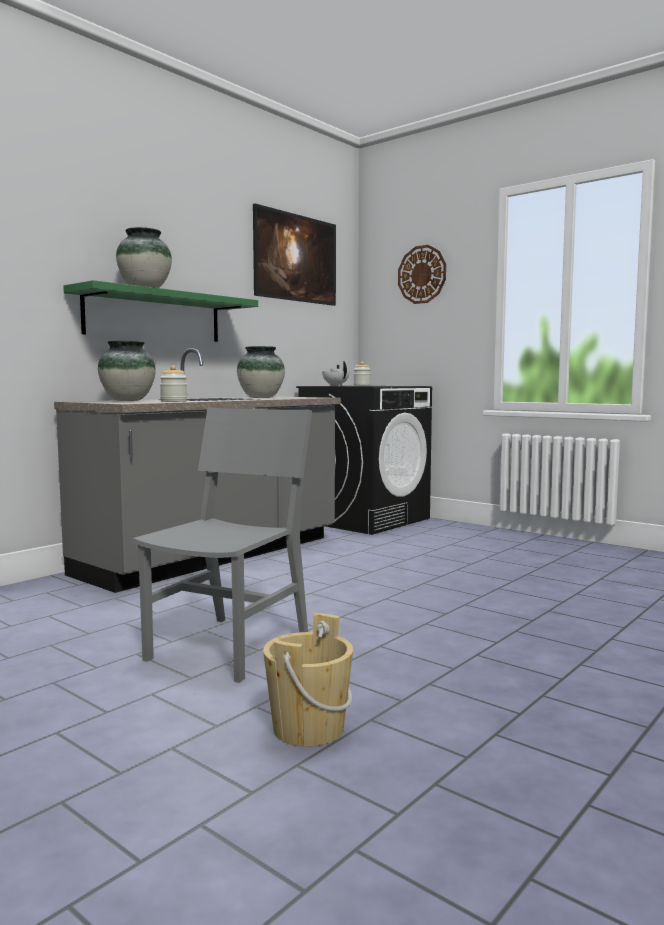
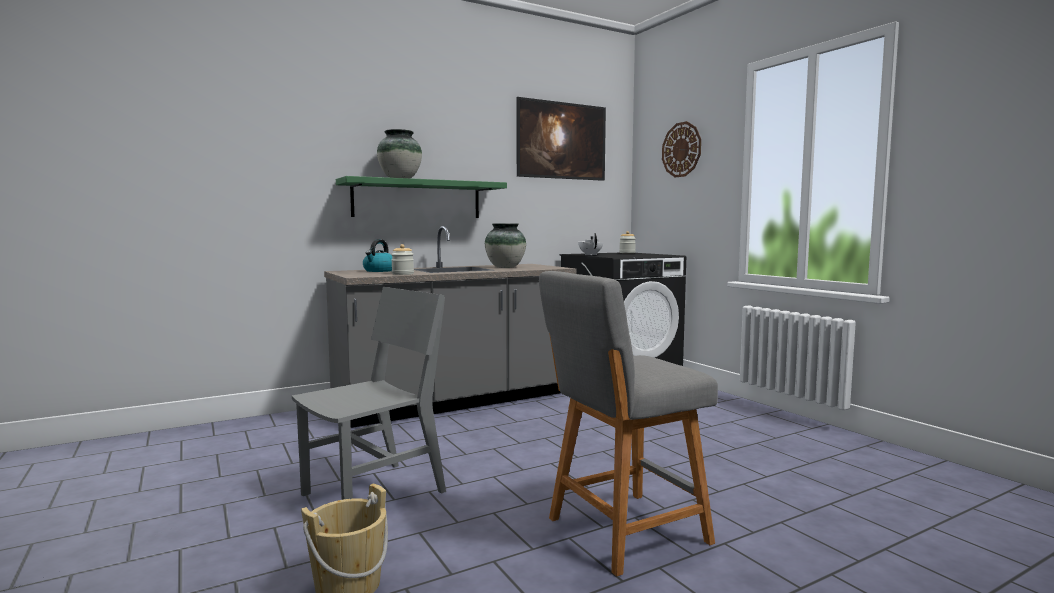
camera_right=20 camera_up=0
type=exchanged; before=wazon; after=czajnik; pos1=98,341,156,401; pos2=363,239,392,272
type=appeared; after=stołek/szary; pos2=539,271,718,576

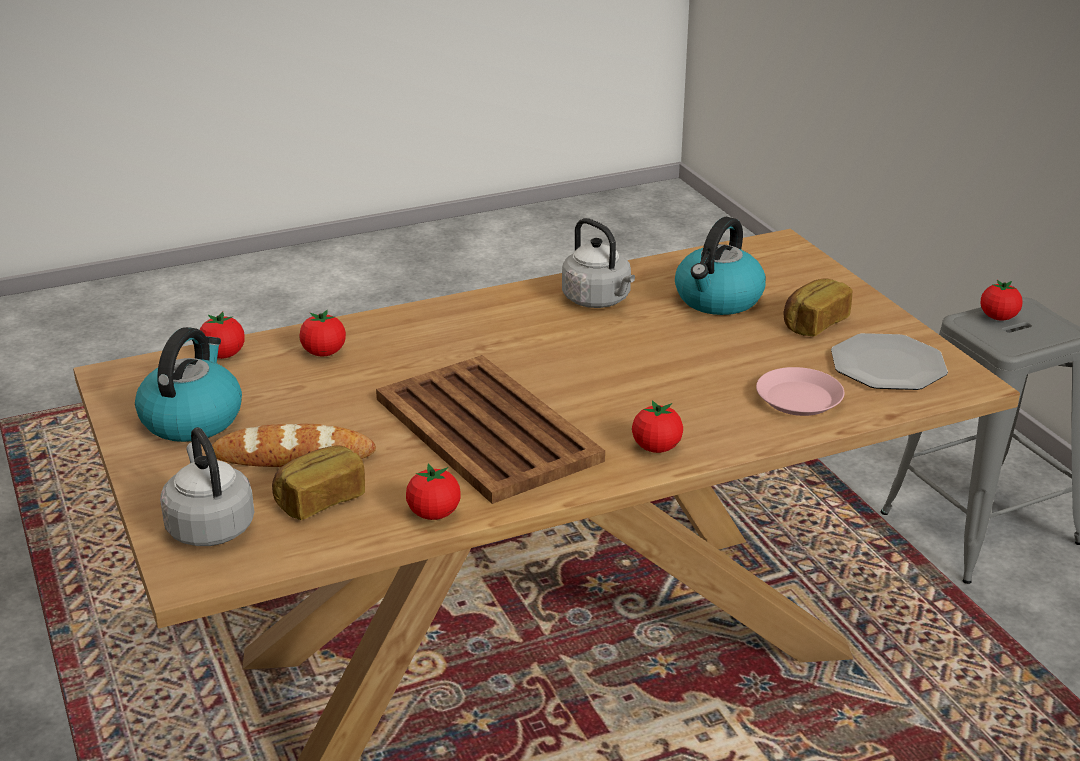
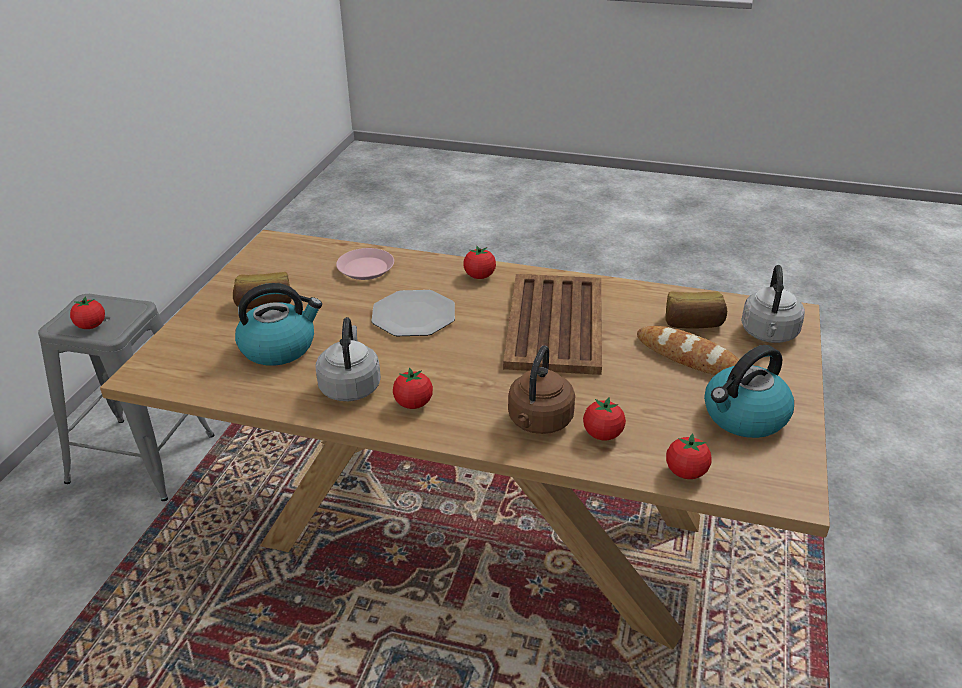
camera_right=-140 camera_up=5
type=relocated; before=talerz; pos1=831,333,948,390; pos2=371,290,455,336
type=relocated; before=pomidor; pos1=406,463,461,520; pos2=393,367,433,409
type=appeared; after=czajnik/brązowy; pos2=508,346,575,434

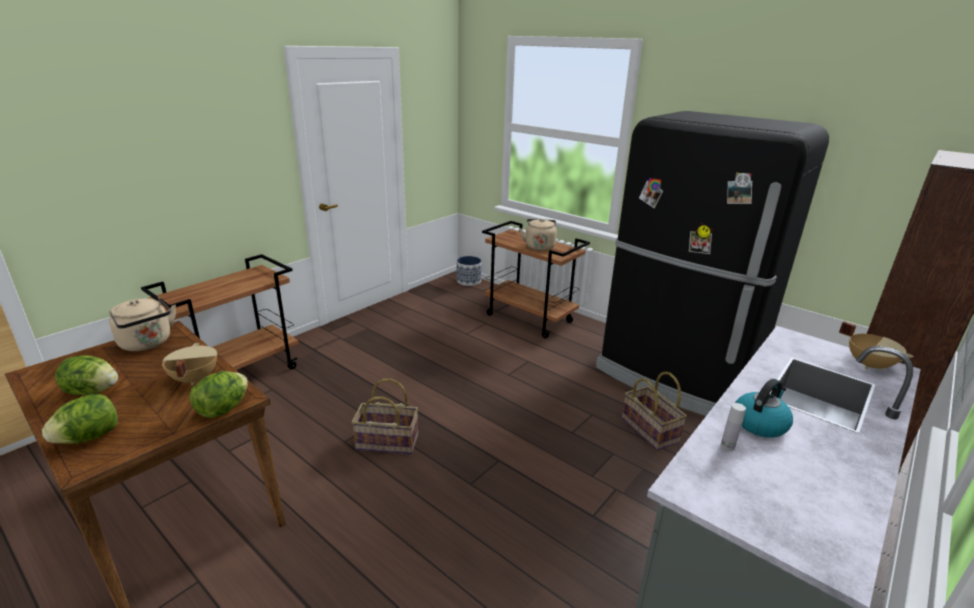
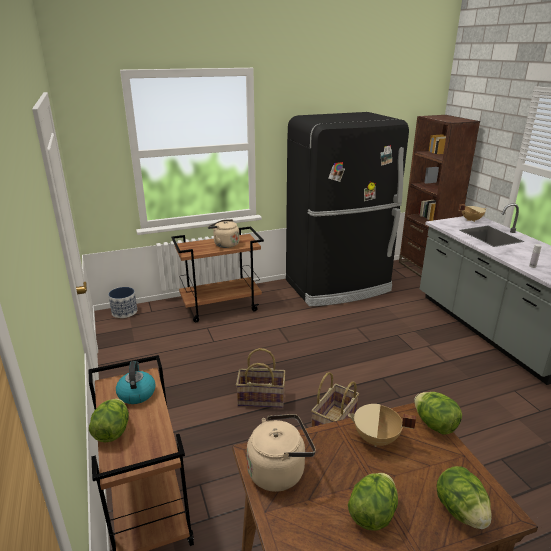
camera_right=-60 camera_up=0
type=relocated; before=koszyk; pos1=622,372,687,450; pos2=236,348,285,408
type=relocated; before=czajnik; pos1=735,379,793,438; pos2=116,361,156,404
type=appeared; after=sałata; pos2=89,399,129,442

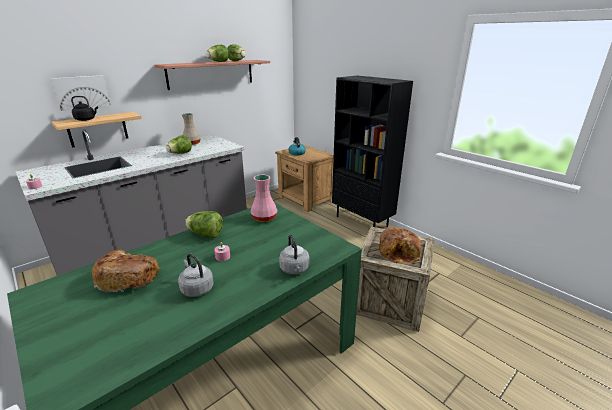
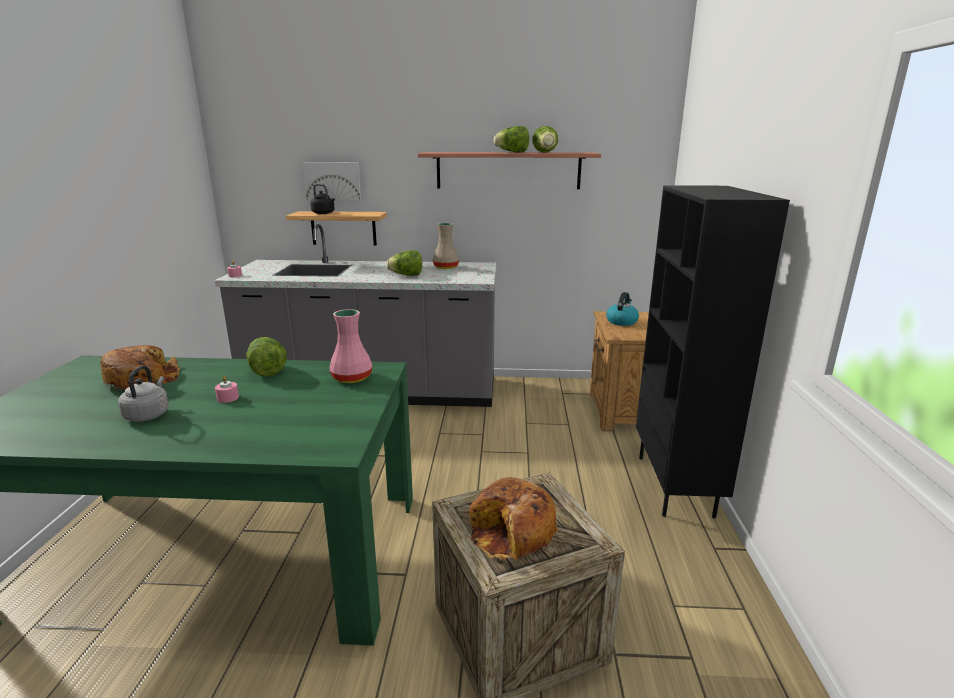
camera_right=45 camera_up=-5
type=missing; before=czajnik/szary; pos1=279,234,309,274

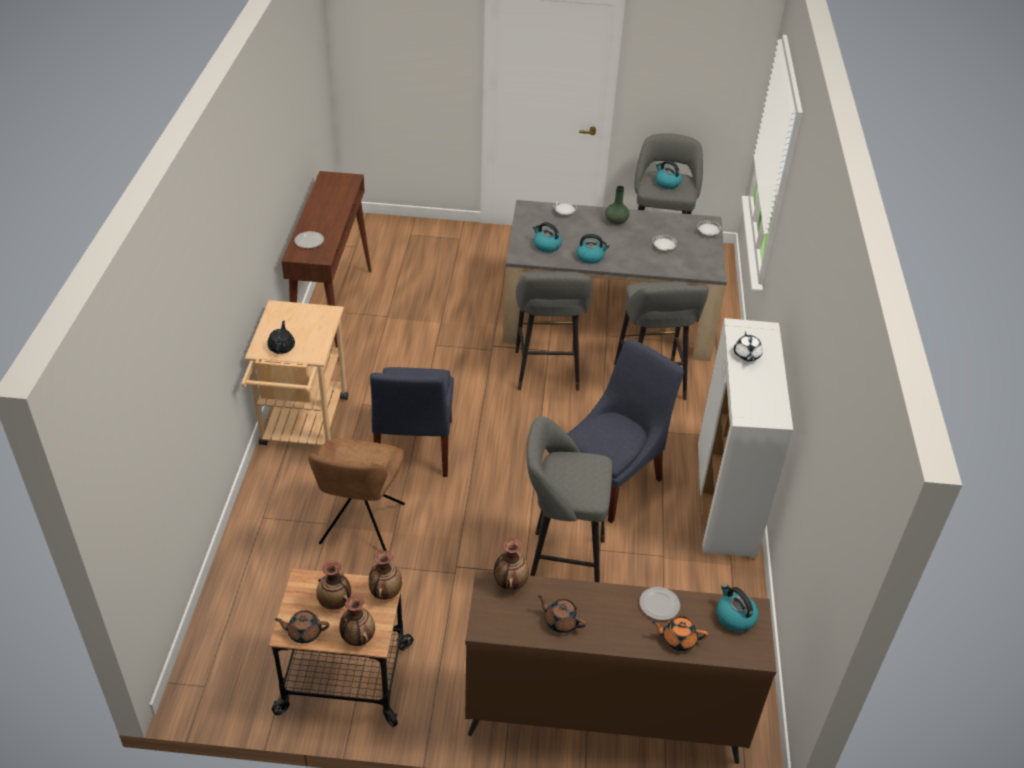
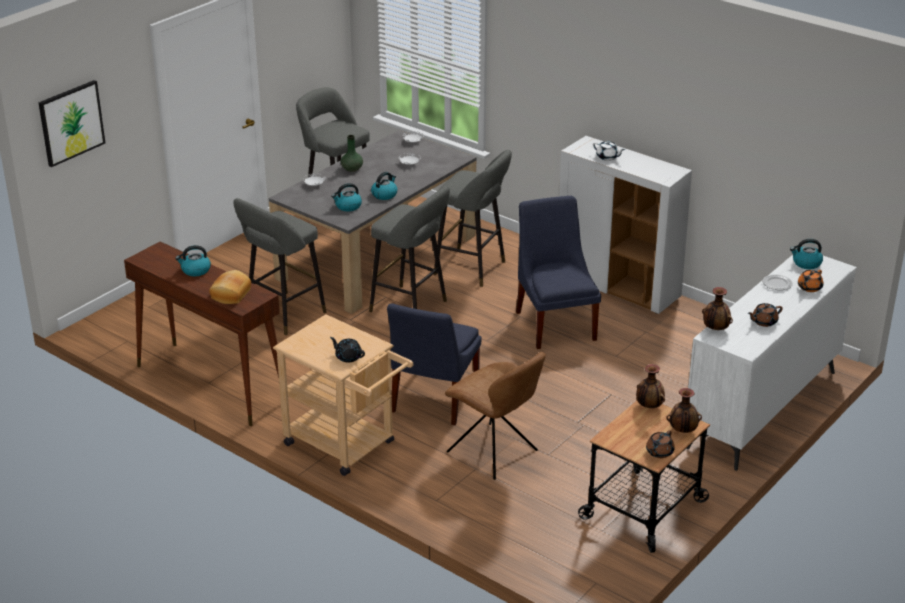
camera_right=-55 camera_up=-10
type=relocated; before=czajnik; pos1=656,160,682,189; pos2=175,245,211,276
type=exchanged; before=talerz; after=chleb; pos1=295,231,324,248; pos2=209,270,251,304
type=spun; before=krzesło/niebieski; pos1=370,367,454,477; pos2=387,303,481,425; turn=75
type=relocated; before=stołek/szary; pos1=526,416,612,582; pos2=233,198,326,335
type=missing; before=wazon; pos1=316,561,351,610
type=colour; before=komoda/brązowy; after=komoda/biały; pos1=465,570,776,764; pos2=686,255,857,471
type=appeared; after=obraz; pos2=39,80,105,167

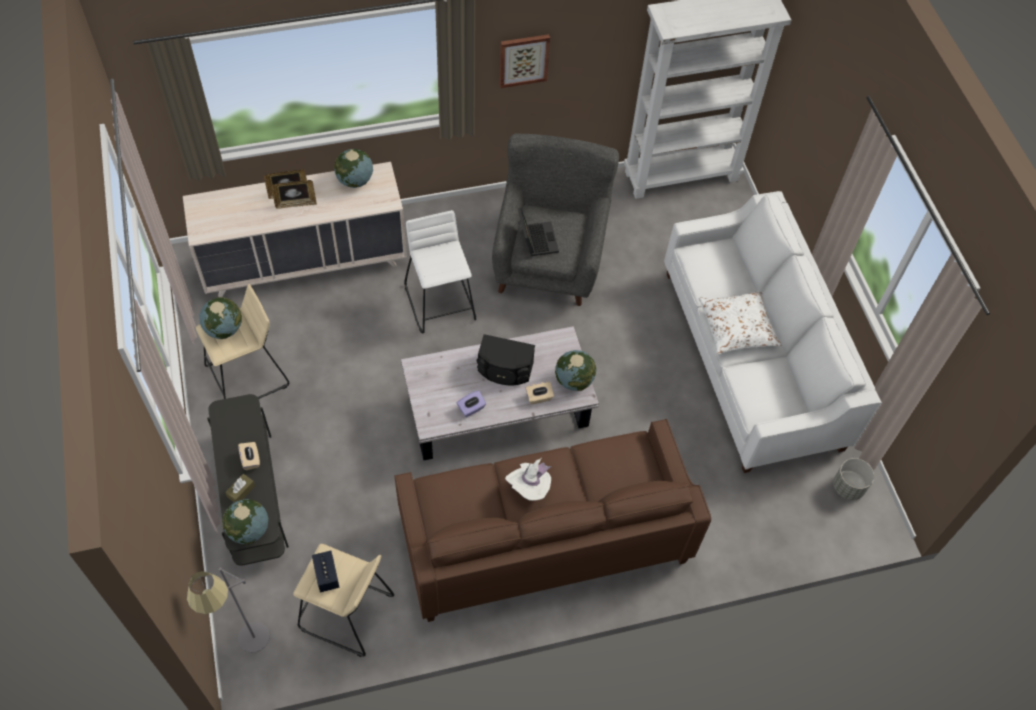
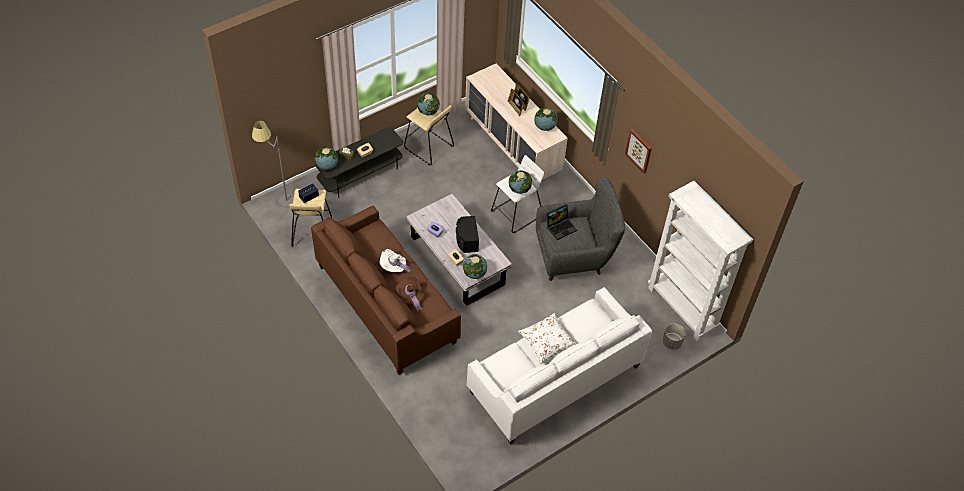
camera_right=70 camera_up=-5
type=relocated; before=donica/szary; pos1=833,458,874,500; pos2=663,324,686,349
type=appeared; after=globus; pos2=509,170,532,194
type=appeared; after=kapelusz/brązowy; pos2=396,276,425,312

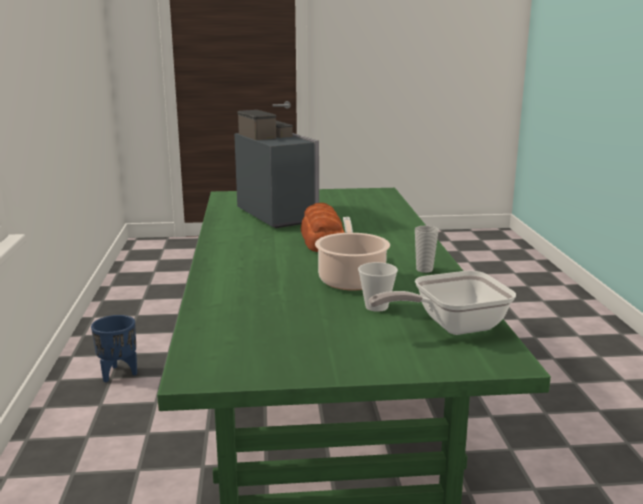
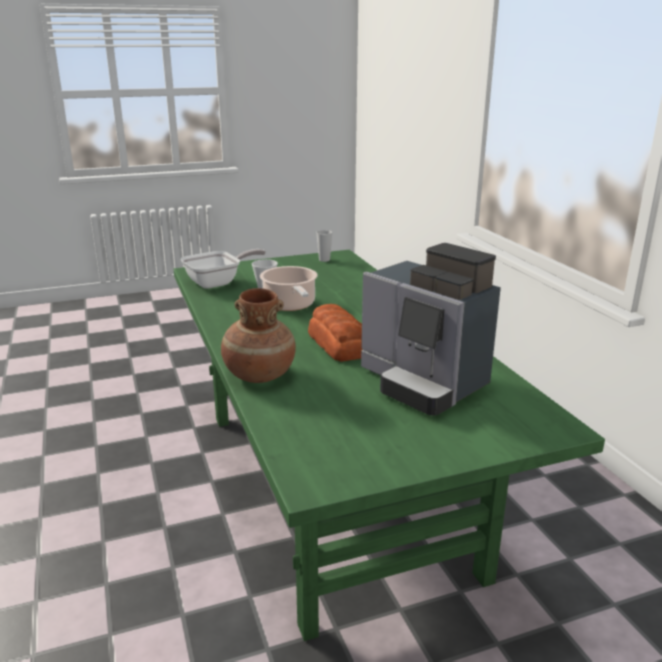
camera_right=165 camera_up=5
type=relocated; before=filiżanka; pos1=415,226,439,273; pos2=317,230,332,262
type=missing; before=donica/niebieski; pos1=91,315,137,382
type=appeared; after=wazon/brązowy; pos2=221,288,296,383

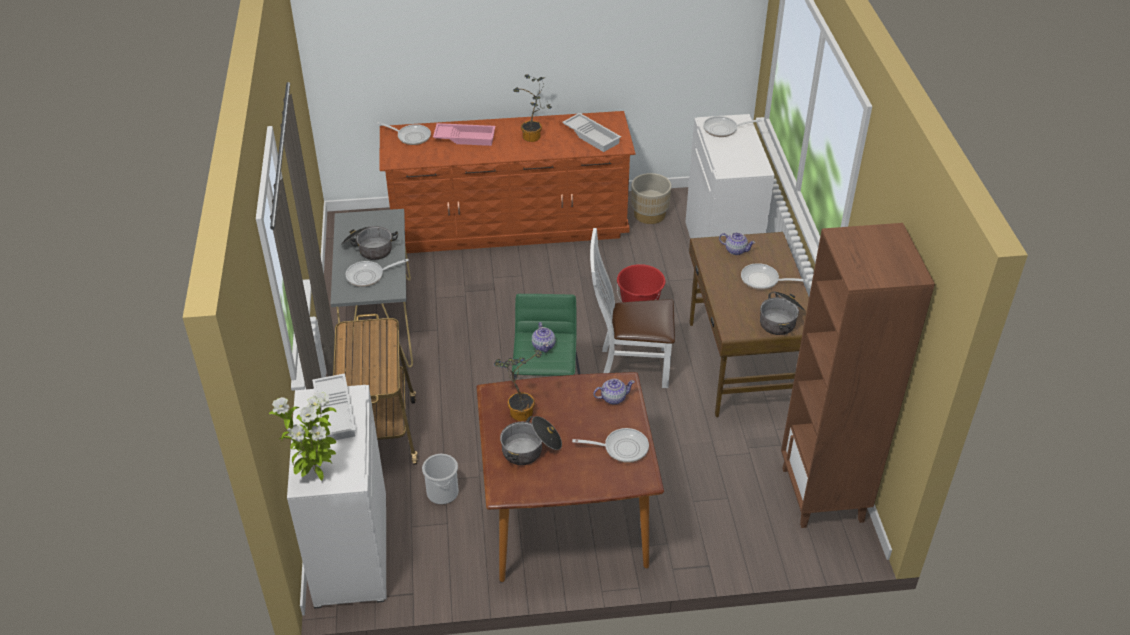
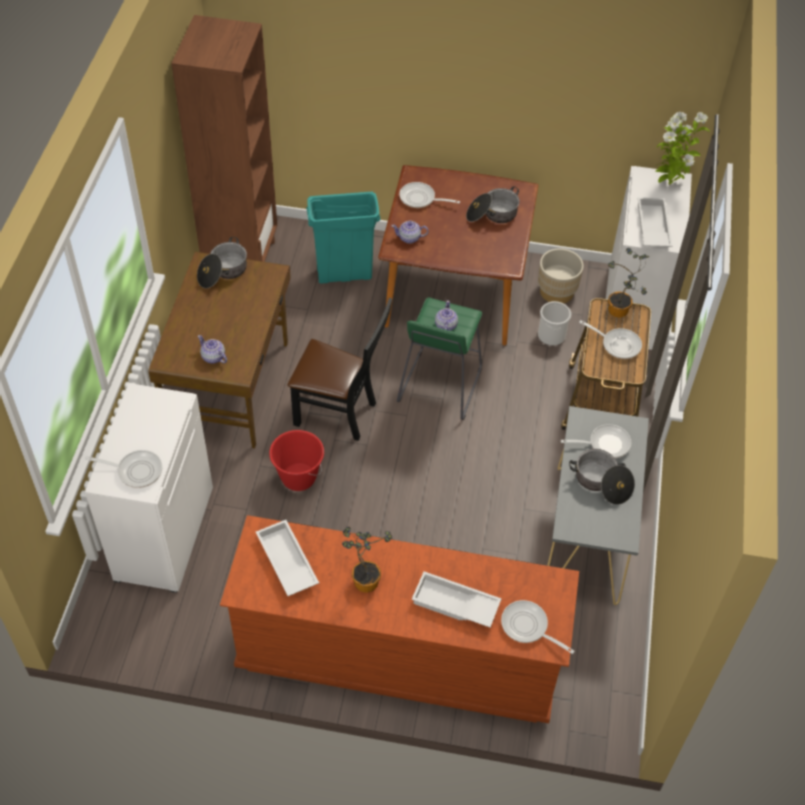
camera_right=-165 camera_up=10
type=colour; before=taca/różowy; after=taca/biały; pos1=433,123,495,146; pos2=412,571,502,627
type=relocated; before=donica/beżowy; pos1=631,173,671,224; pos2=538,248,584,303
type=colour; before=krzesło/biały; after=krzesło/czarny; pos1=590,228,675,388; pos2=288,298,392,441
type=relocated; before=patelnia; pos1=741,263,808,290; pos2=579,320,642,359
type=relocated; before=roślina doniczkowa; pos1=494,350,542,421; pos2=608,248,649,317
type=appeared; after=kosz na śmieci/turkusowy; pos2=306,192,381,284

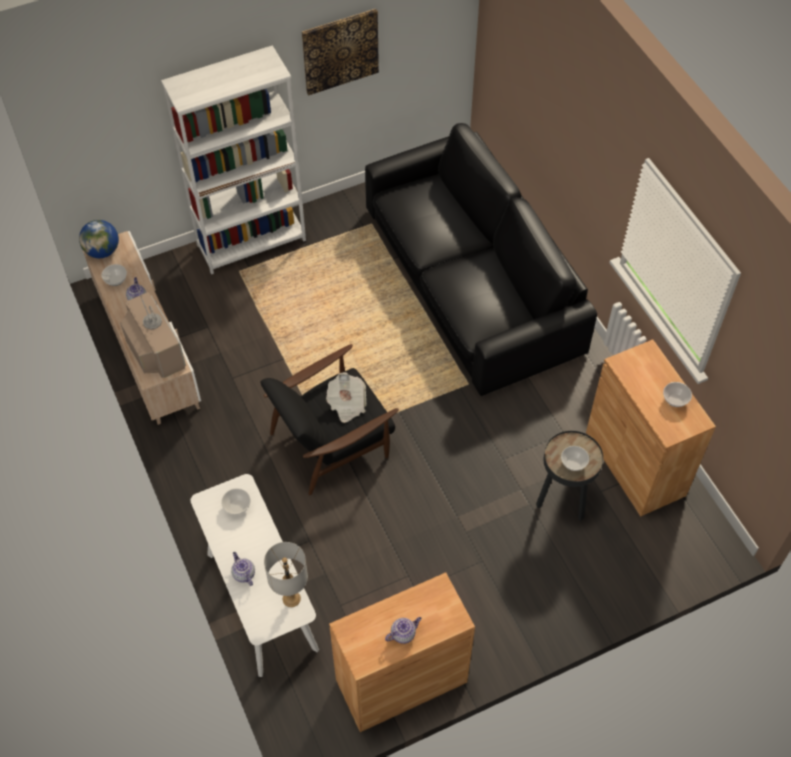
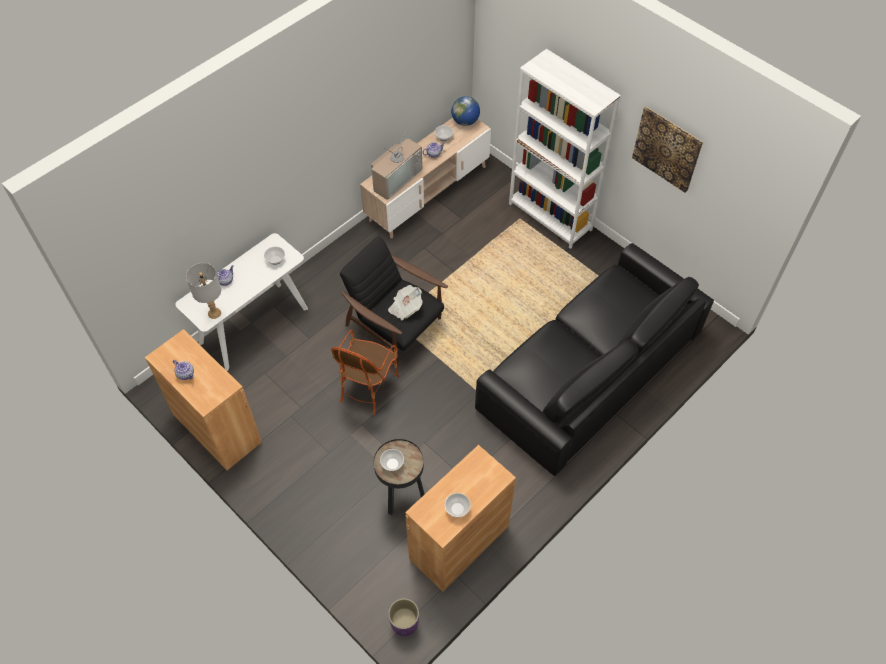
camera_right=70 camera_up=0
type=appeared; after=fotel; pos2=331,330,400,415
type=appeared; after=donica/fioletowy; pos2=388,598,419,636

